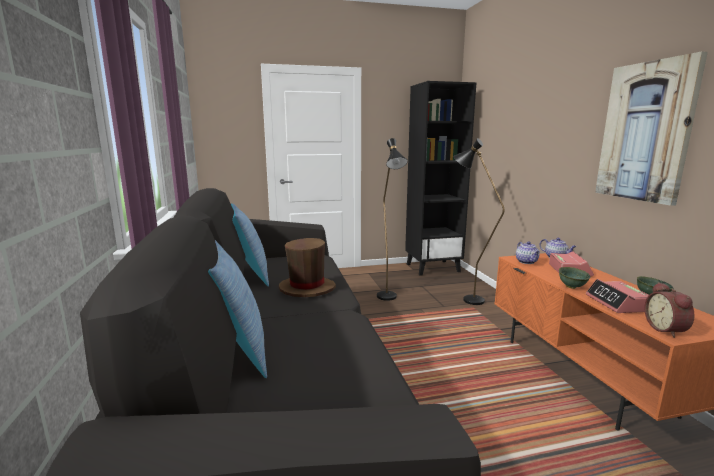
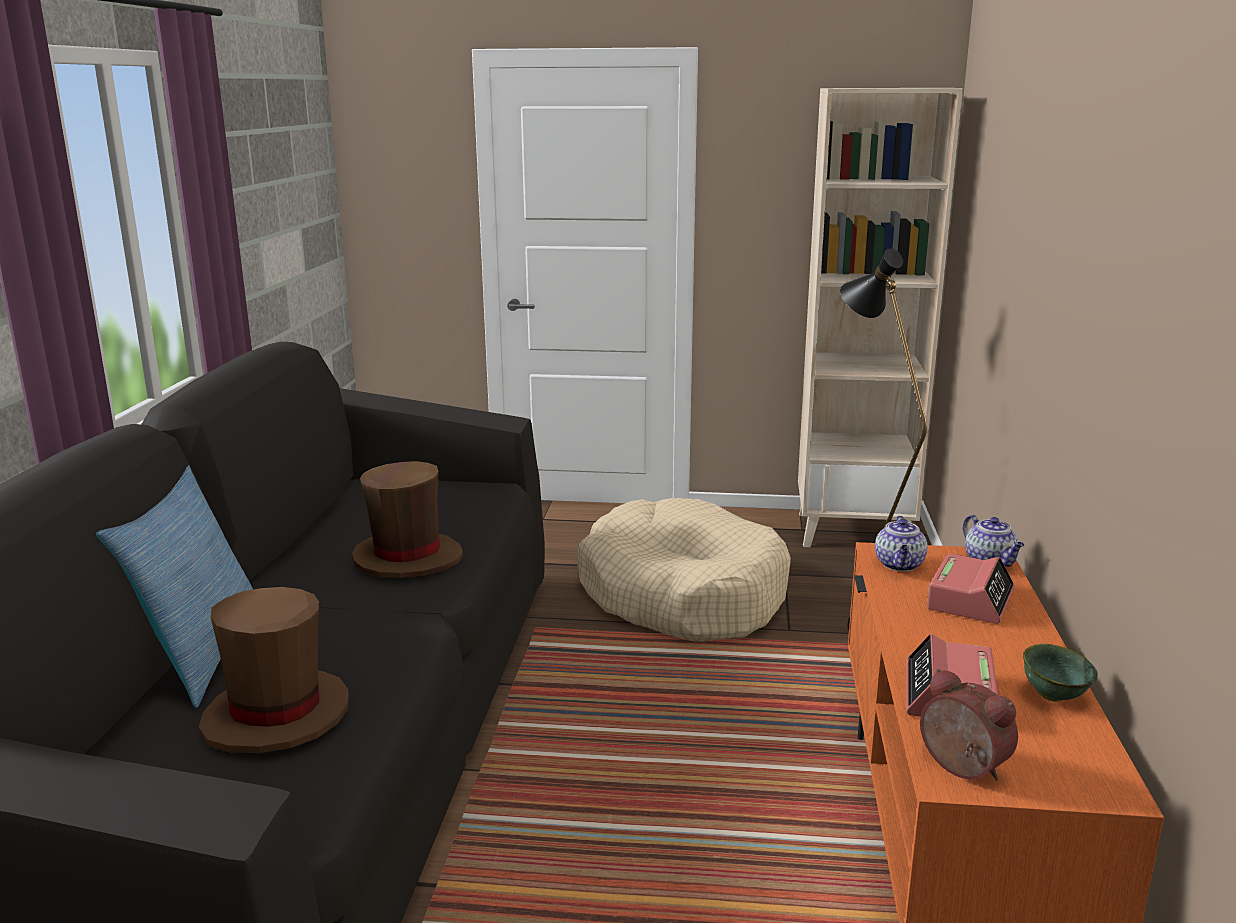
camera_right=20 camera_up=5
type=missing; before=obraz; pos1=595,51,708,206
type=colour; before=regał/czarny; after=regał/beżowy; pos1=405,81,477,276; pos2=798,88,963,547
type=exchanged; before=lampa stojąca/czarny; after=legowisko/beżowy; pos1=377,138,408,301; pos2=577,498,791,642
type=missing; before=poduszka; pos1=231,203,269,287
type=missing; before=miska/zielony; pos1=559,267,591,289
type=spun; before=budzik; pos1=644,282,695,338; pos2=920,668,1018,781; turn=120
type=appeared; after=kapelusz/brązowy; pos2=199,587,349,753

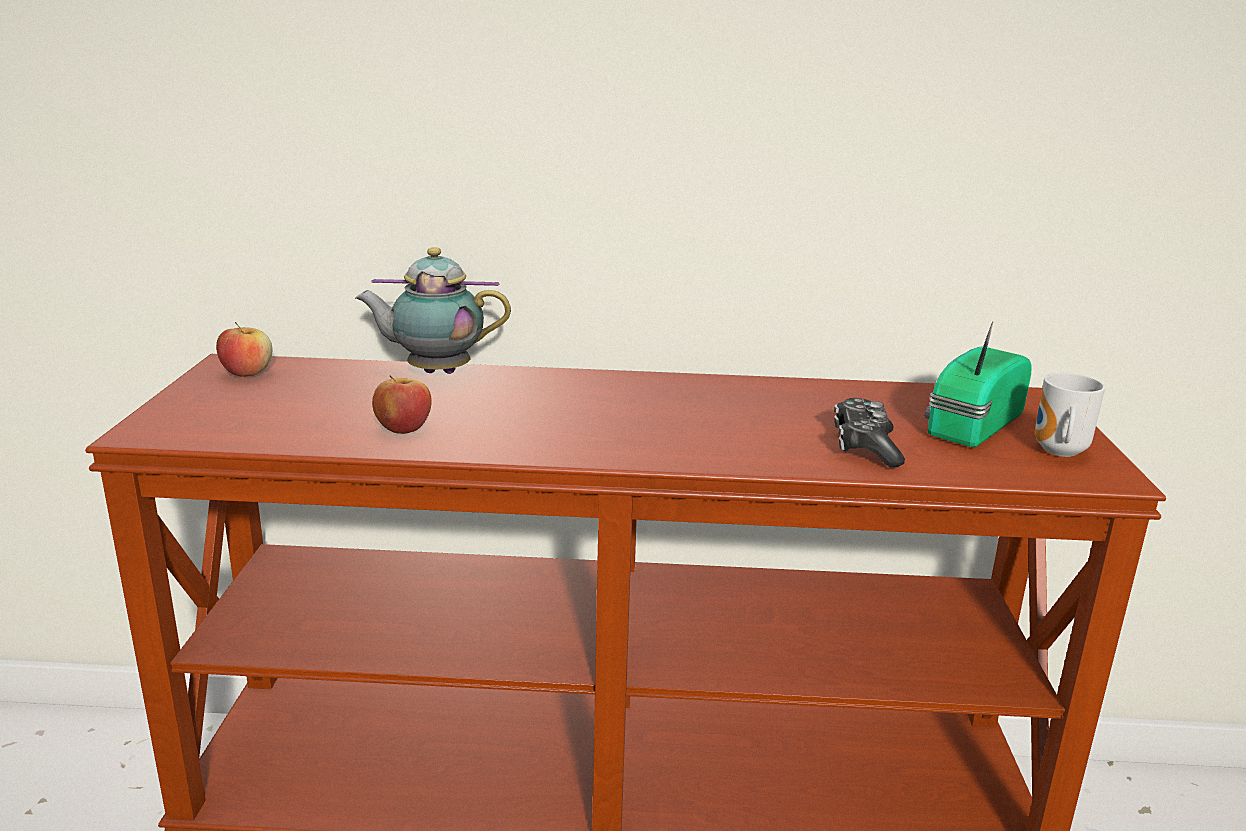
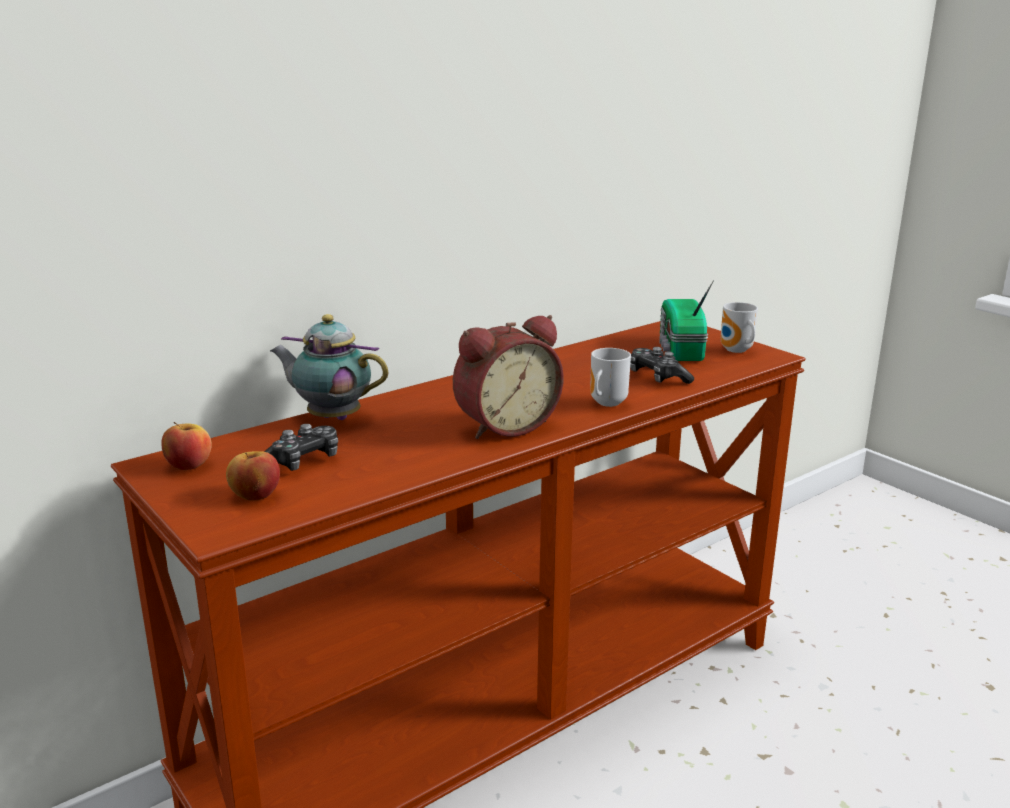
camera_right=-40 camera_up=0
type=spun; before=imbryk; pos1=355,247,511,374; pos2=270,314,388,420; turn=60
type=relocated; before=jabłko; pos1=372,376,431,434; pos2=226,451,280,501
type=appeared; after=budzik; pos2=453,315,564,439
type=appeared; after=kubek; pos2=590,348,631,407
type=appeared; after=pad do gier; pos2=264,424,338,471

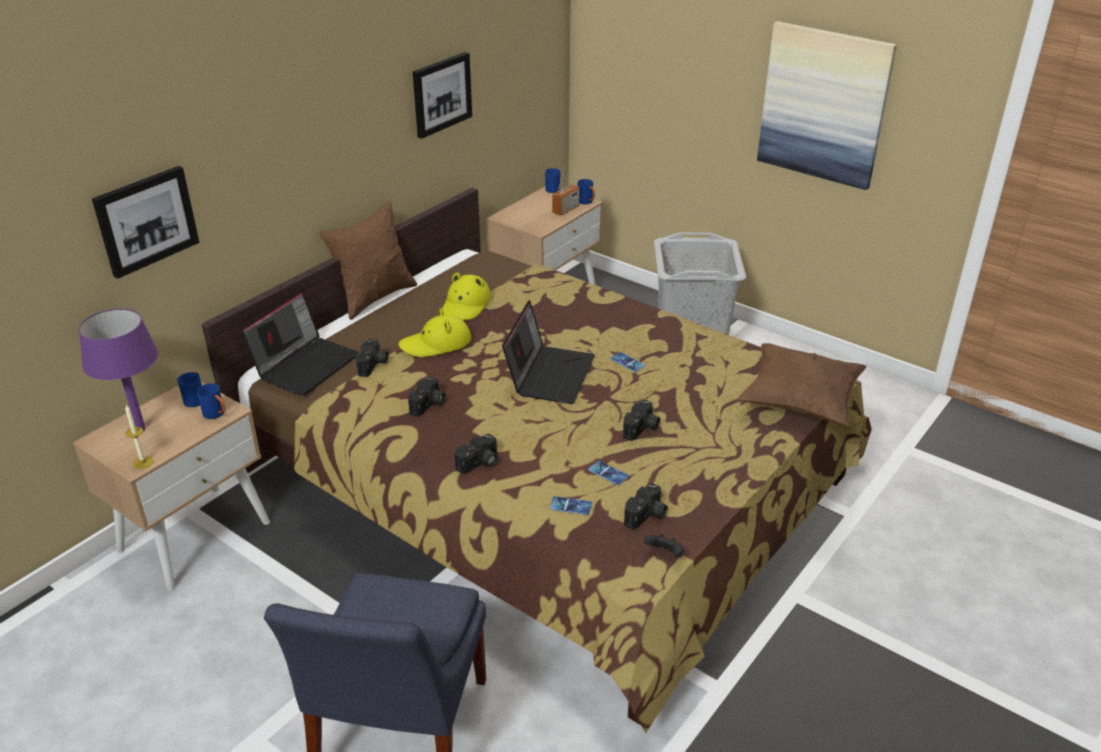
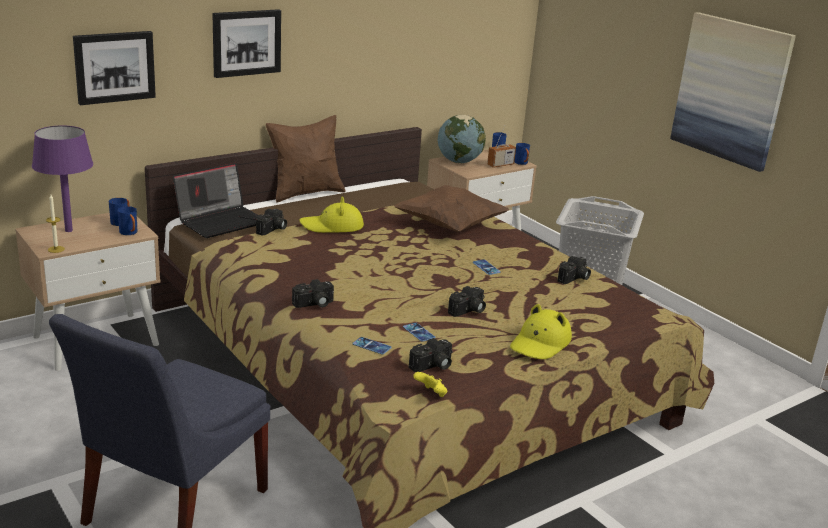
camera_right=15 camera_up=-10
type=relocated; before=obraz; pos1=413,52,472,139; pos2=212,9,281,78
type=relocated; before=kapelusz/żółty; pos1=442,272,491,320; pos2=510,304,572,359
type=missing; before=laptop; pos1=502,300,595,404
type=relocated; before=poduszka/brązowy; pos1=738,343,866,426; pos2=394,185,510,232
type=relocated; before=aparat fotograficzny; pos1=408,377,446,417; pos2=557,256,591,284
type=colour; before=pad do gier/czarny; after=pad do gier/żółty; pos1=644,534,684,557; pos2=413,372,447,397
type=appeared; after=globus; pos2=438,115,486,163

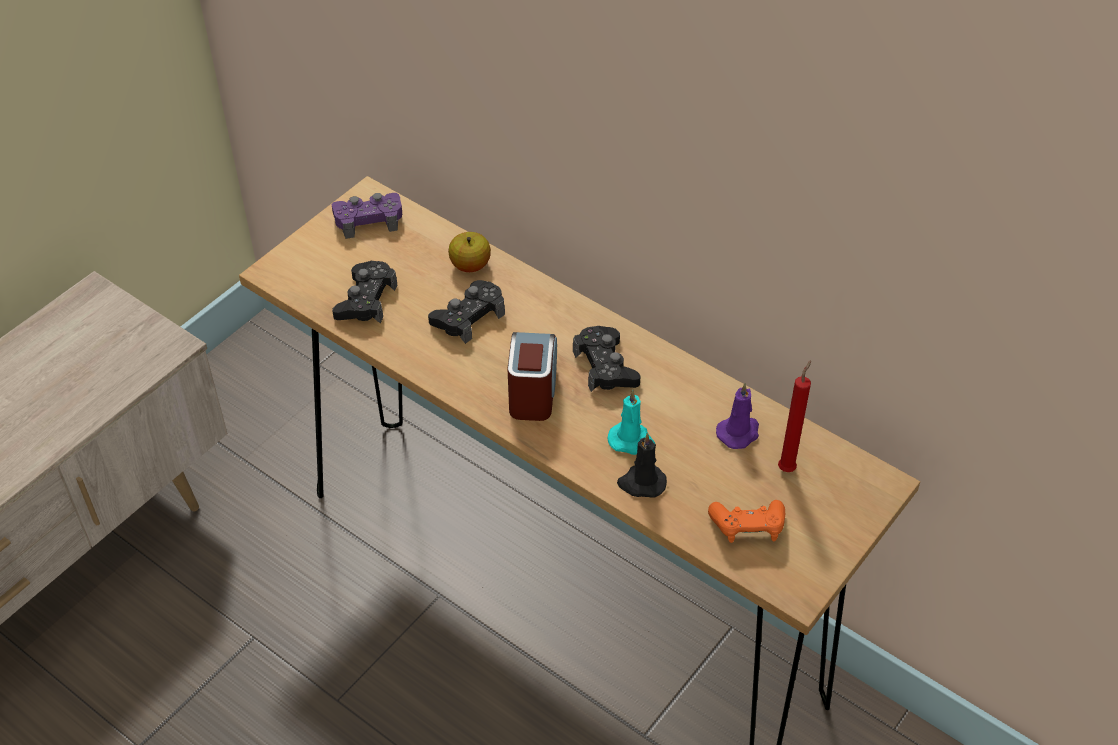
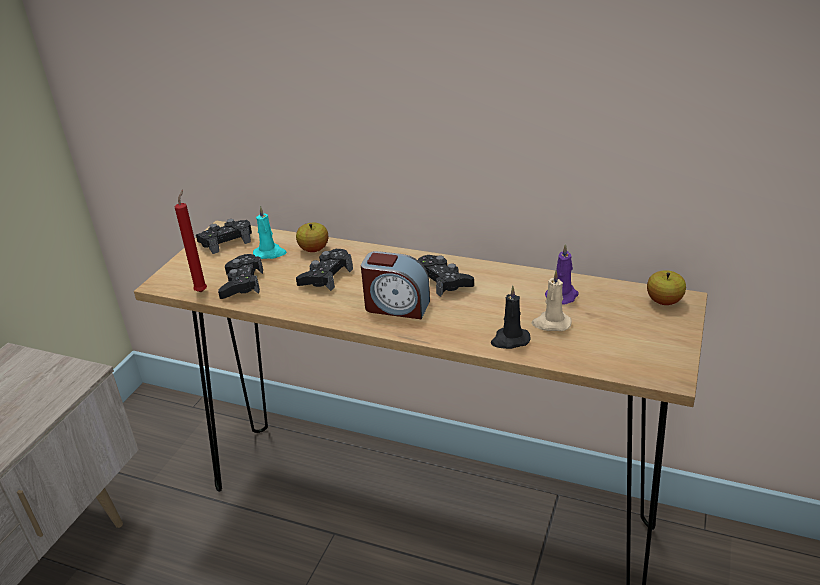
camera_right=-15 camera_up=-15
type=colour; before=pad do gier/fioletowy; after=pad do gier/czarny; pos1=332,193,402,239; pos2=196,219,252,254
type=spun; before=budzik; pos1=507,332,557,421; pos2=361,251,430,319; turn=120
type=relocated; before=świeca/czerwony; pos1=778,360,811,472; pos2=175,190,207,292
type=relocated; before=świeca/turkusowy; pos1=607,390,655,455; pos2=253,206,287,259
type=missing; before=pad do gier/pomarańczowy; pos1=708,500,785,543
type=appeared; after=świeca/beżowy; pos2=532,270,572,331
type=appeared; after=jabłko; pos2=647,270,686,305

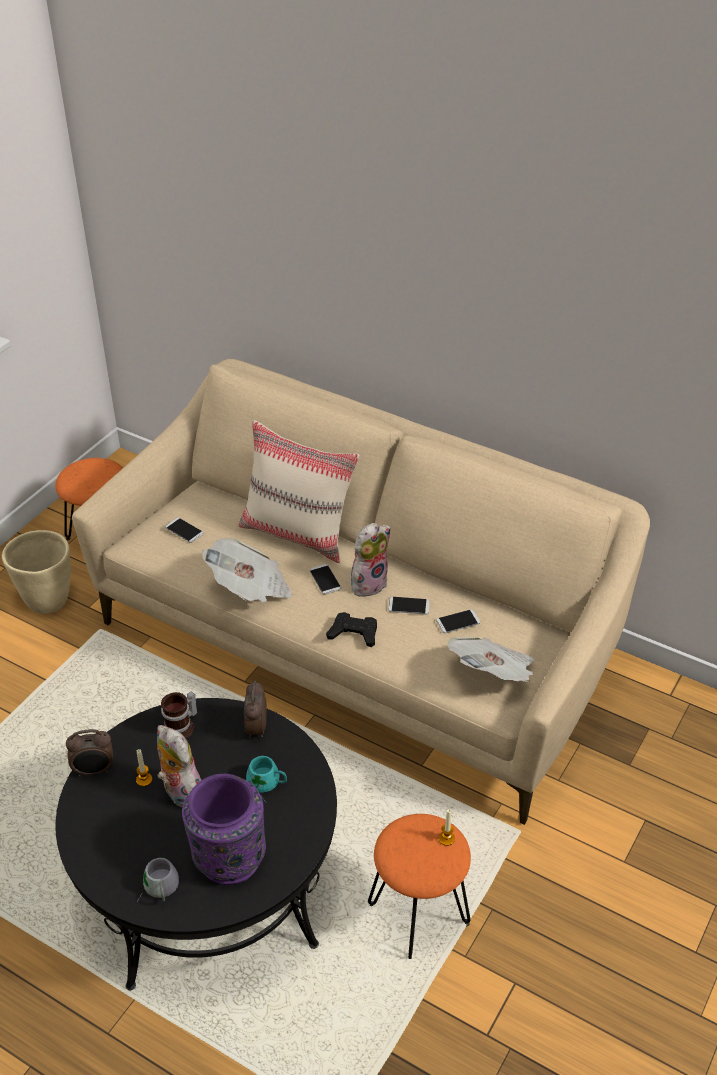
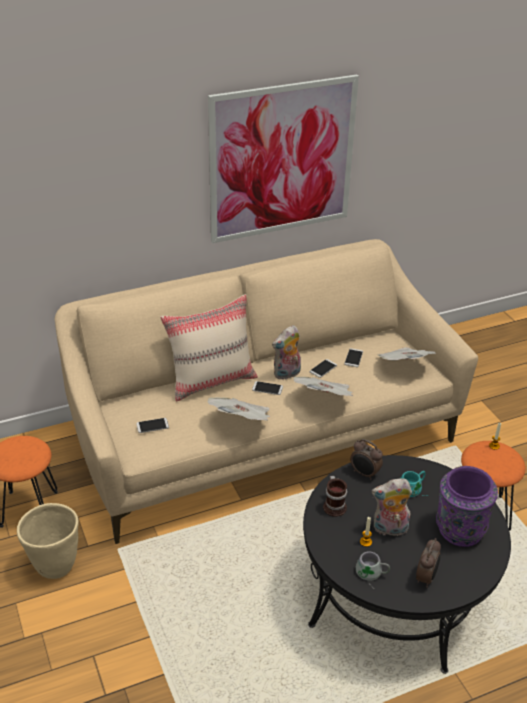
camera_right=-55 camera_up=-5
type=spun; before=pluszak; pos1=351,523,391,597; pos2=272,325,301,380; turn=-120
type=exchanged; before=pad do gier/czarny; after=gazeta; pos1=326,612,377,647; pos2=293,377,353,396
type=relocated; before=budzik; pos1=66,729,113,777; pos2=416,538,441,588
type=relocated; before=kubek/szary; pos1=137,858,179,902; pos2=356,551,390,587
type=appeared; after=obraz; pos2=208,75,359,243

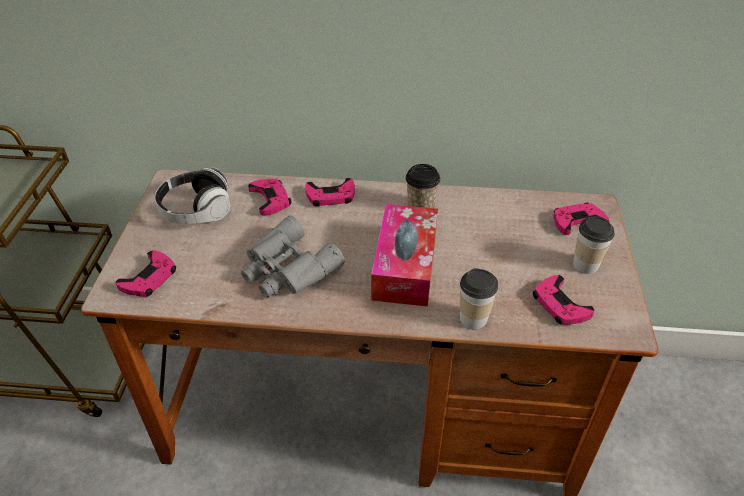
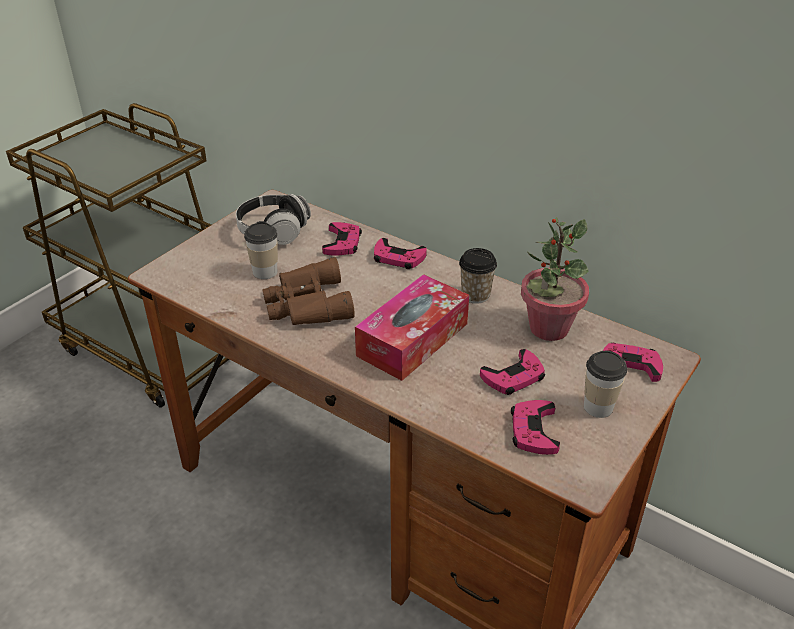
camera_right=30 camera_up=-5
type=colour; before=lornetka/szary; after=lornetka/brązowy; pos1=241,215,345,298; pos2=262,257,355,325
type=relocated; before=pad do gier/różowy; pos1=116,250,176,297; pos2=480,349,545,395
type=relocated; before=filiżanka; pos1=460,268,498,329; pos2=244,221,278,279
type=appeared; after=roślina doniczkowa; pos2=521,217,589,341

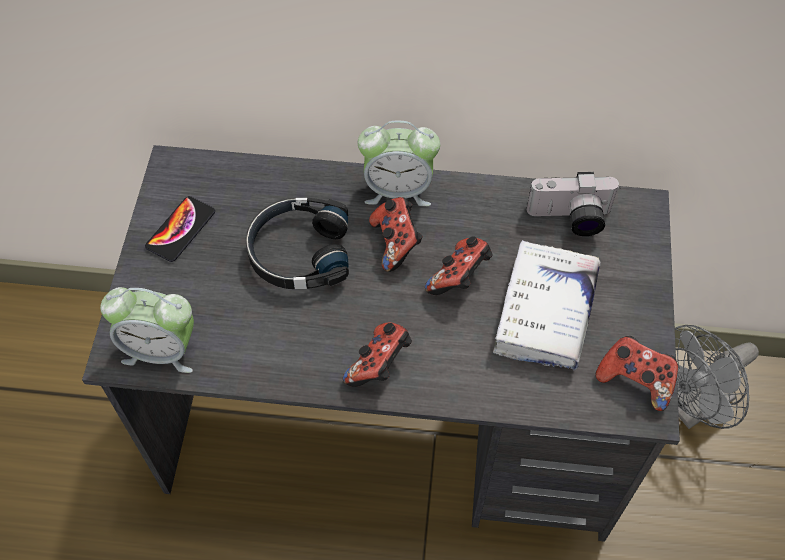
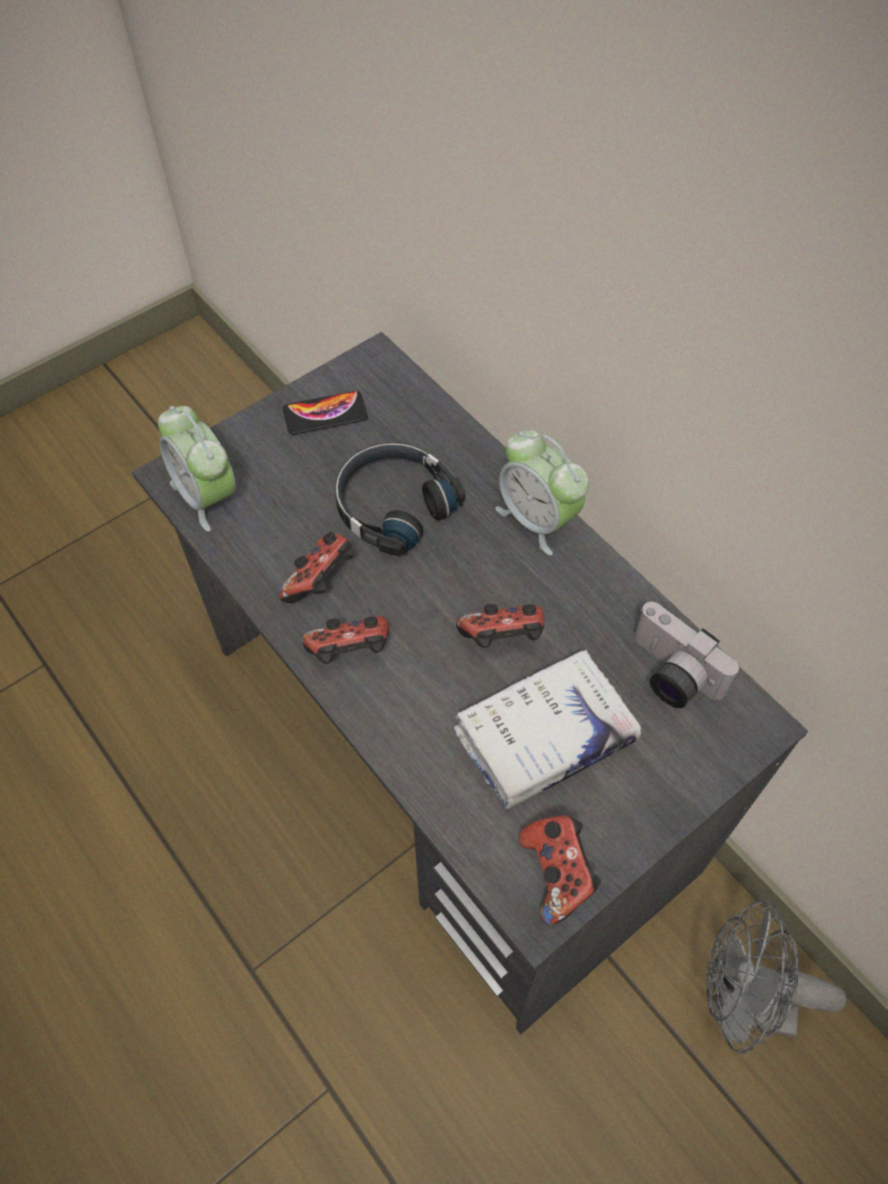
camera_right=45 camera_up=0
type=relocated; before=pad do gier; pos1=369,197,423,272; pos2=278,532,354,603

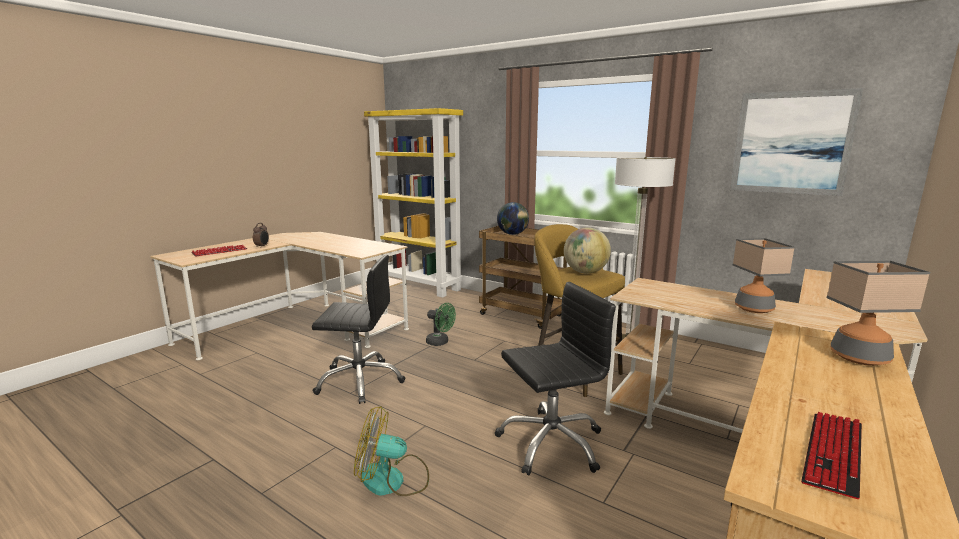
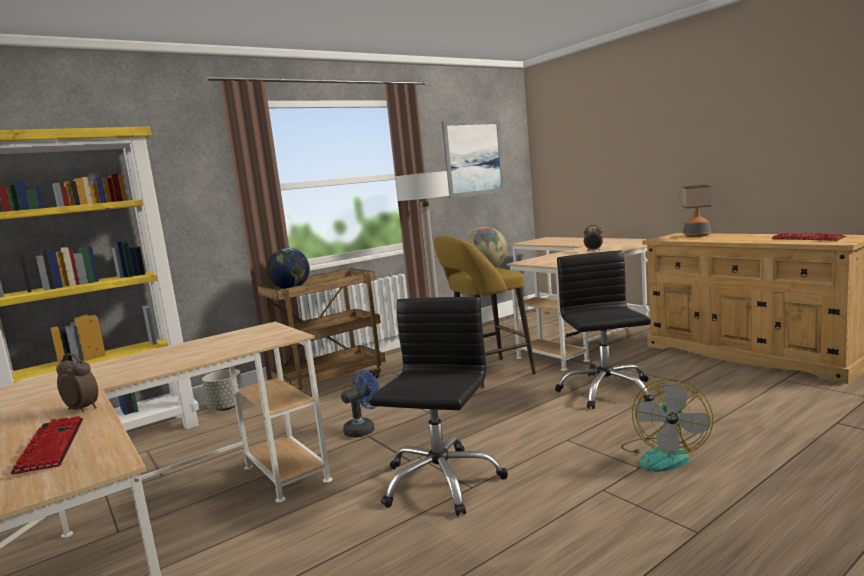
camera_right=-70 camera_up=-5
type=exchanged; before=lampa stołowa; after=budzik; pos1=733,238,795,313; pos2=584,225,603,251
type=colour; before=wentylator/zielony; after=wentylator/niebieski; pos1=426,303,456,346; pos2=341,370,380,438
type=appeared; after=donica/szary; pos2=202,369,245,411

